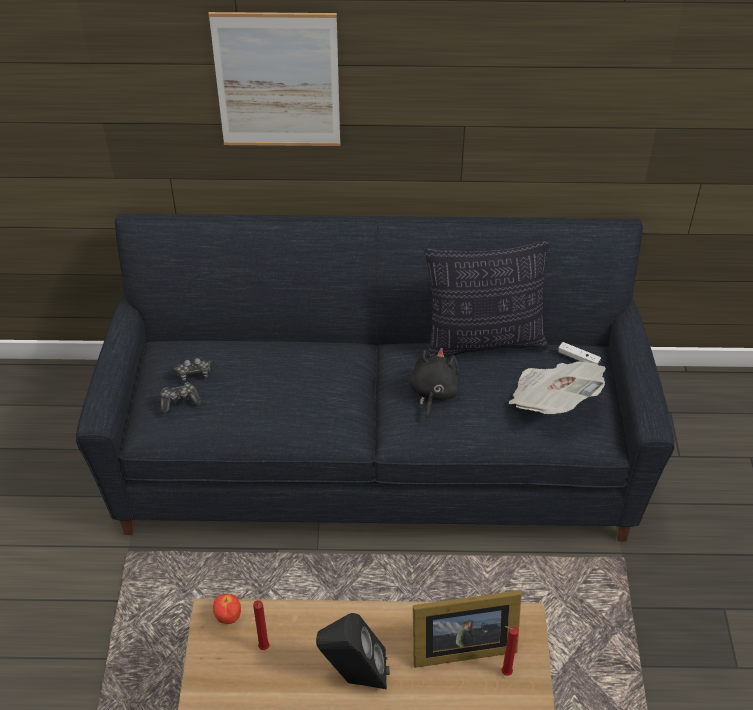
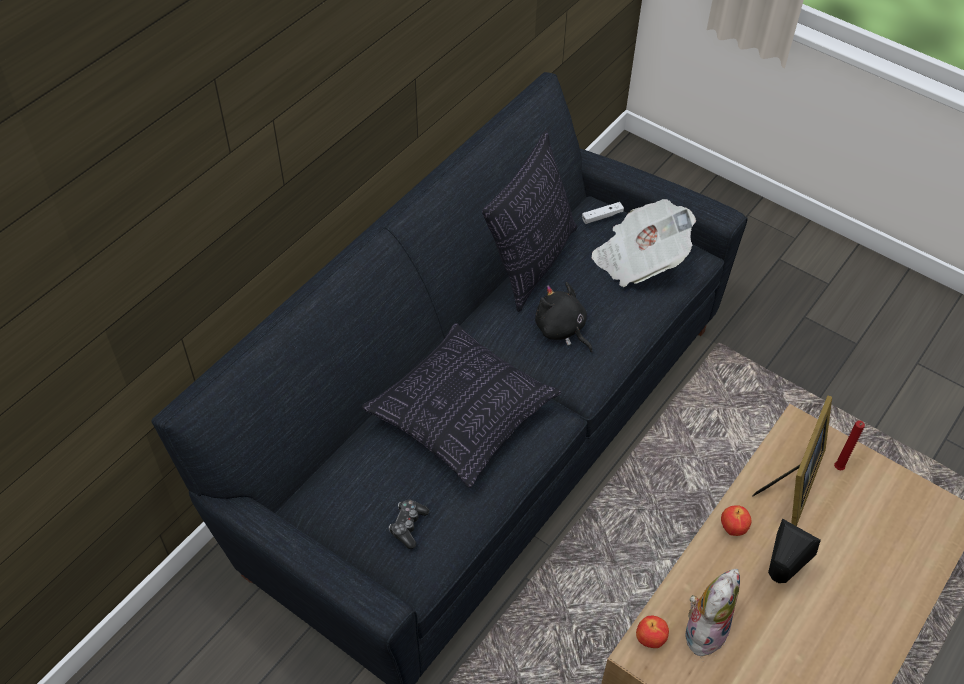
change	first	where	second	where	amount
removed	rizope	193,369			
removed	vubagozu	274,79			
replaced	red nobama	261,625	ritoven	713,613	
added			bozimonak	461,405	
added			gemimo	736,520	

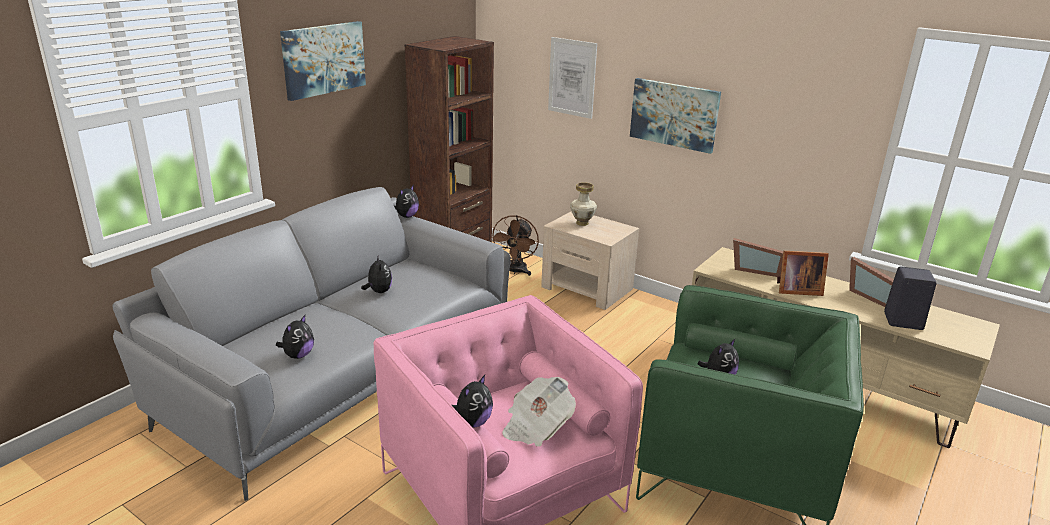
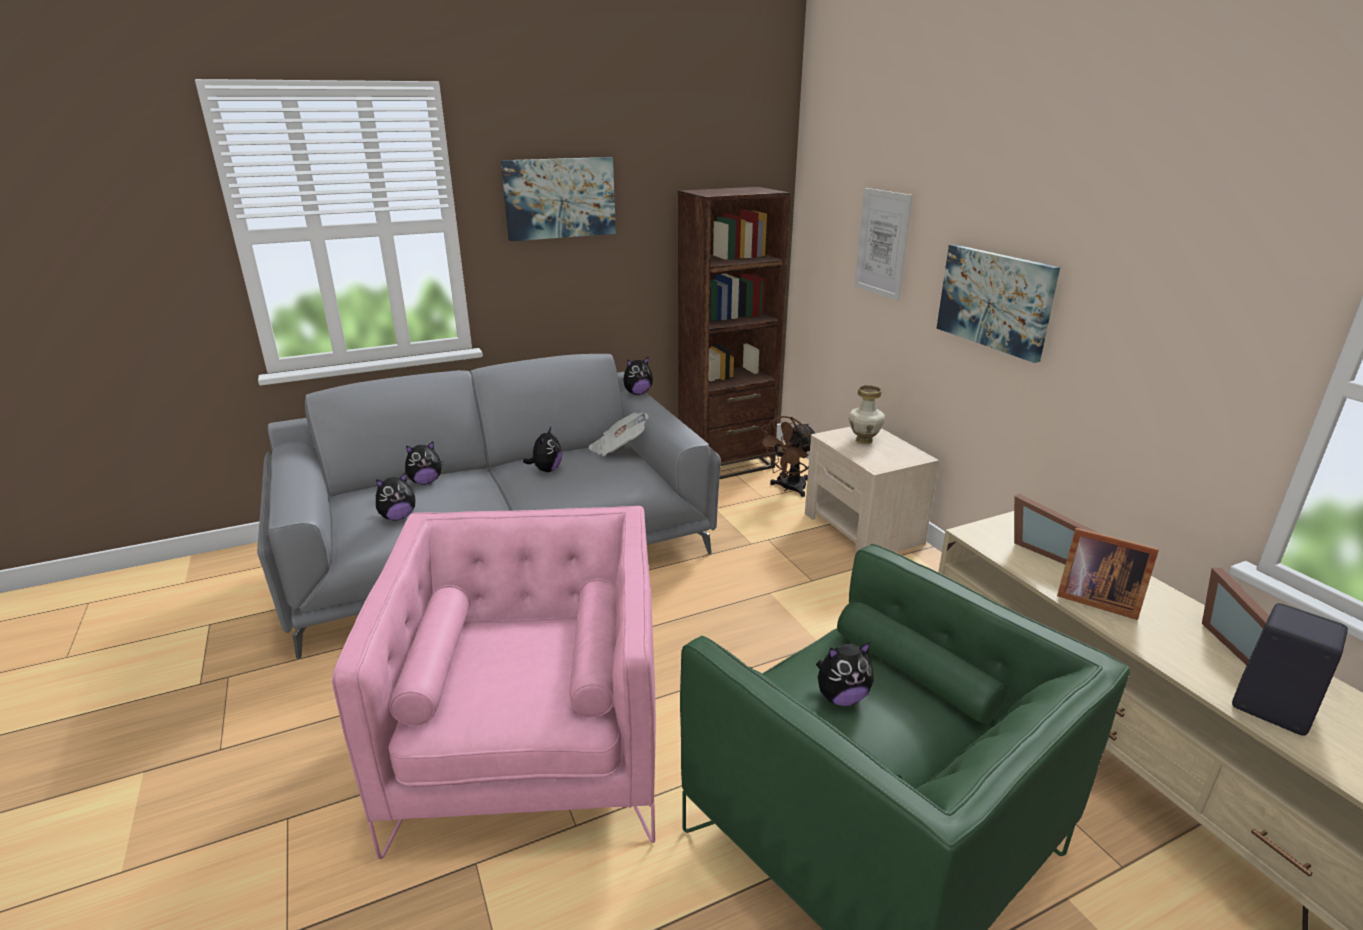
change	first	where	second	where	amount
moved	ritoven	472,401		424,463	
moved	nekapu	539,411		618,434	

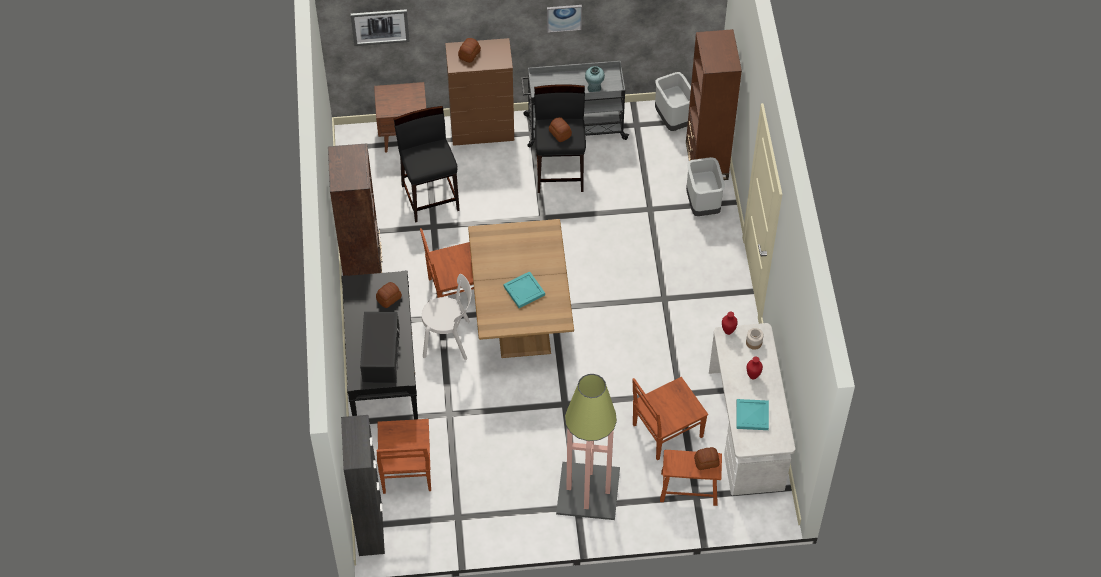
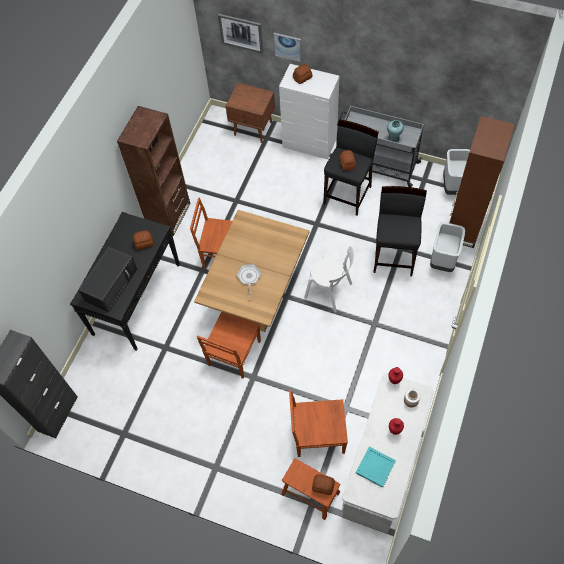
change	first	where	second	where	amount
moved	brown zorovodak	404,456		229,345	
moved	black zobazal	427,164		400,231	
moved	white zorovodak	446,317		329,279	
recoloured	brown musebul	479,92	white musebul	309,111	
replaced	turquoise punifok	524,289	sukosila	249,281	
moved	vubagozu	564,19		287,47	
removed	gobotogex	588,447			

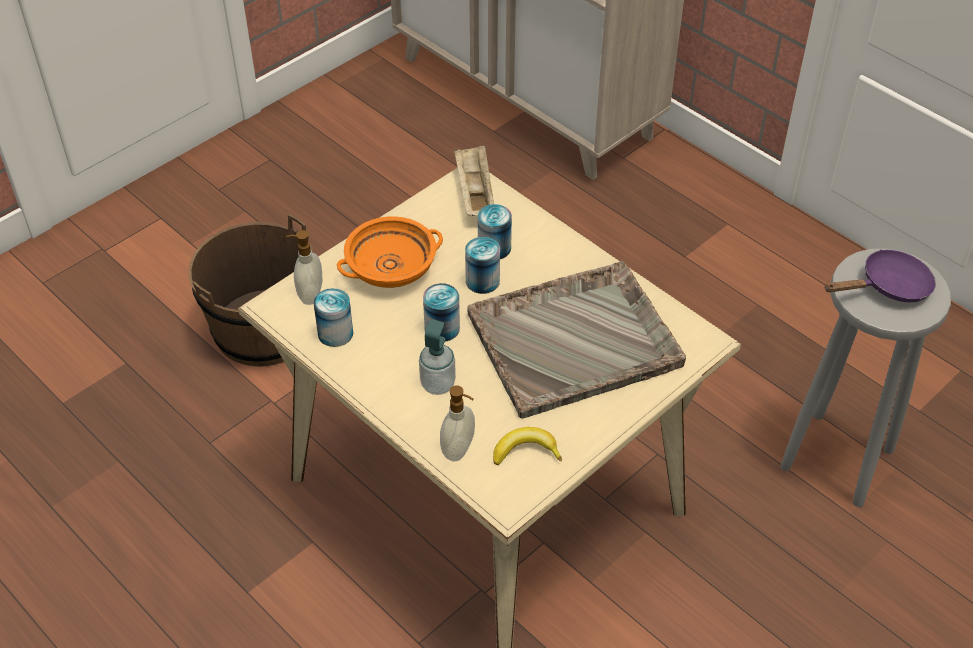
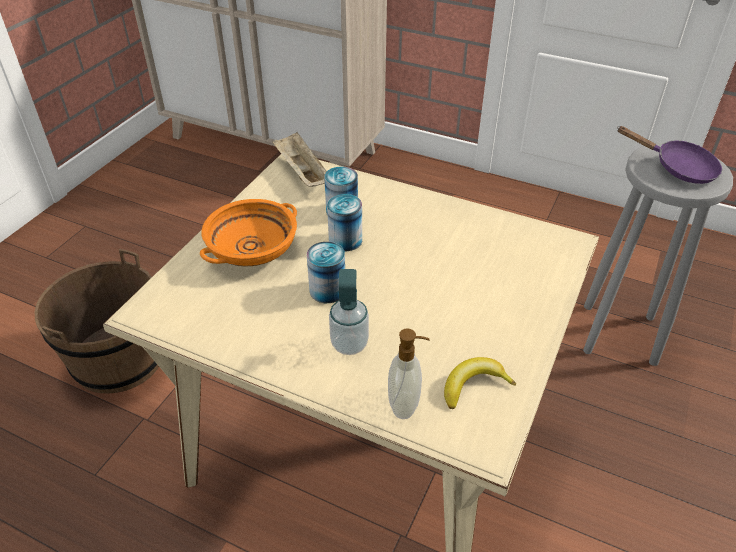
change	first	where	second	where	amount
removed	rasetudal	304,267			
removed	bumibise	333,317			
removed	grey punifok	576,340			
turned	purple sukosila	880,275		670,155	75 degrees clockwise

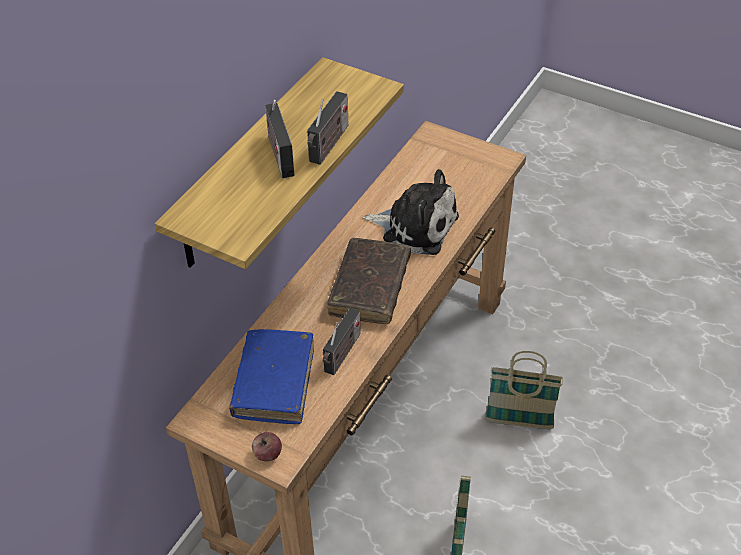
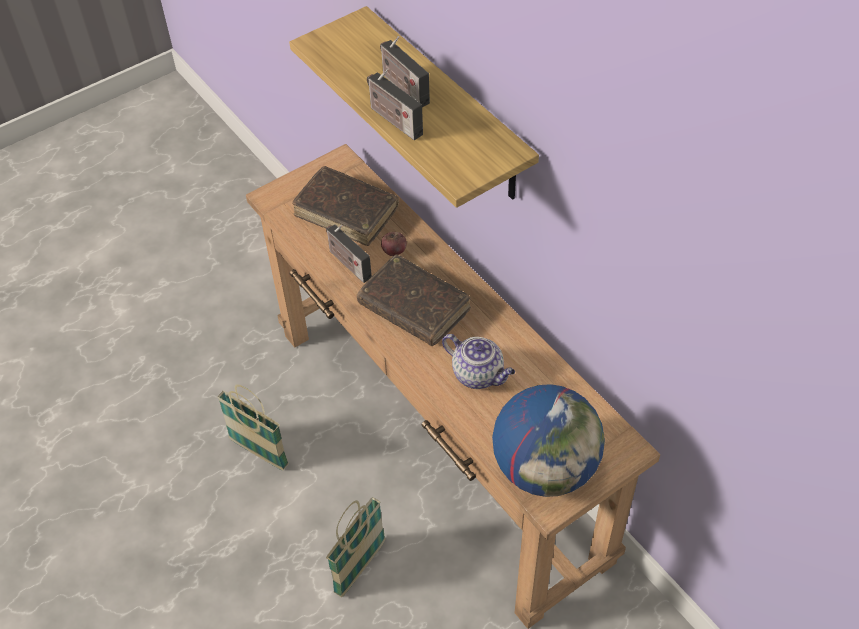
change	first	where	second	where	amount
recoloured	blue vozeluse	271,376	brown vozeluse	345,206	
moved	gemimo	267,446		394,244	
turned	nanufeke	280,139		405,71	135 degrees counterclockwise
replaced	ritoven	411,212	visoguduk	478,361	
added			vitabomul	548,440	

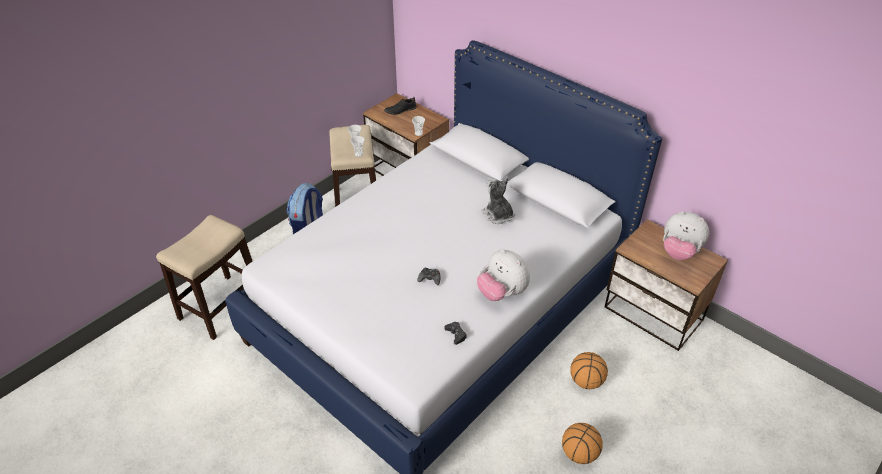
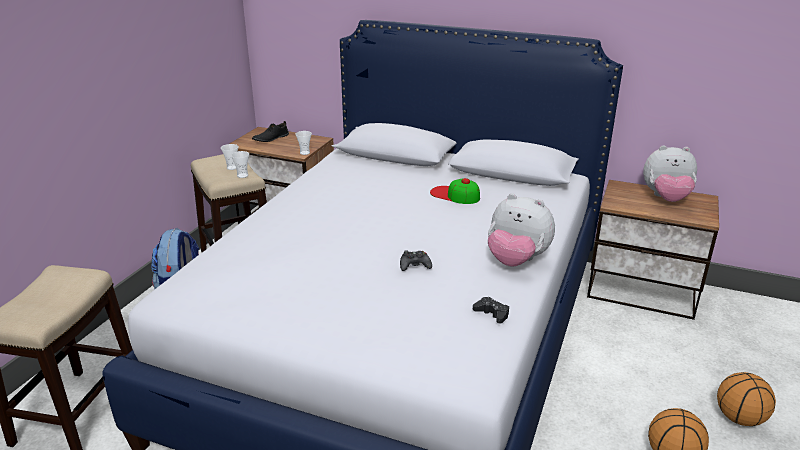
change	first	where	second	where	amount
replaced	ritoven	498,201	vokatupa	455,191	
moved	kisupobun	589,370		746,399	

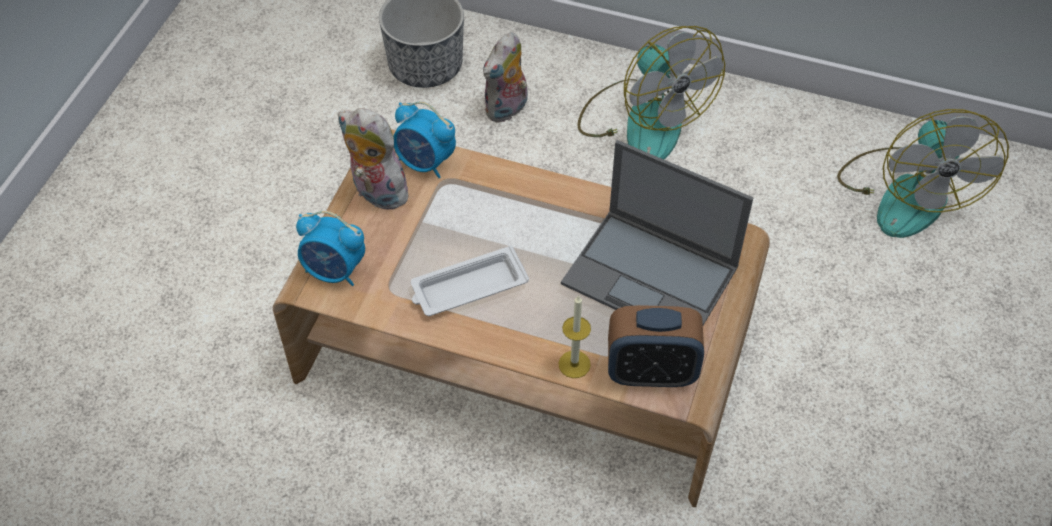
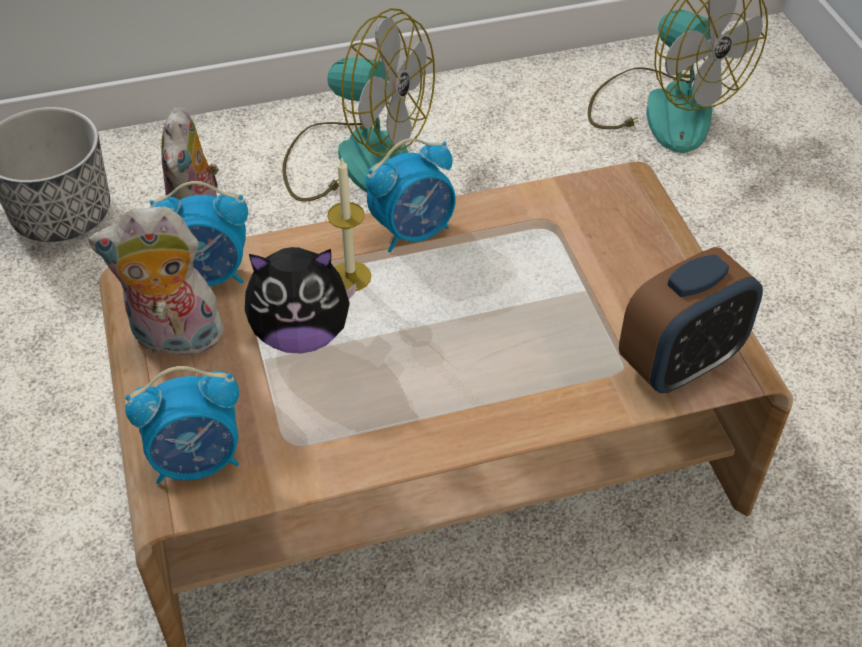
change	first	where	second	where	amount
removed	white punifok	470,281			
moved	nobama	574,336		349,224	
removed	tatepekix	657,232			
added			ritoven	301,300	
added			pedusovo	410,195	

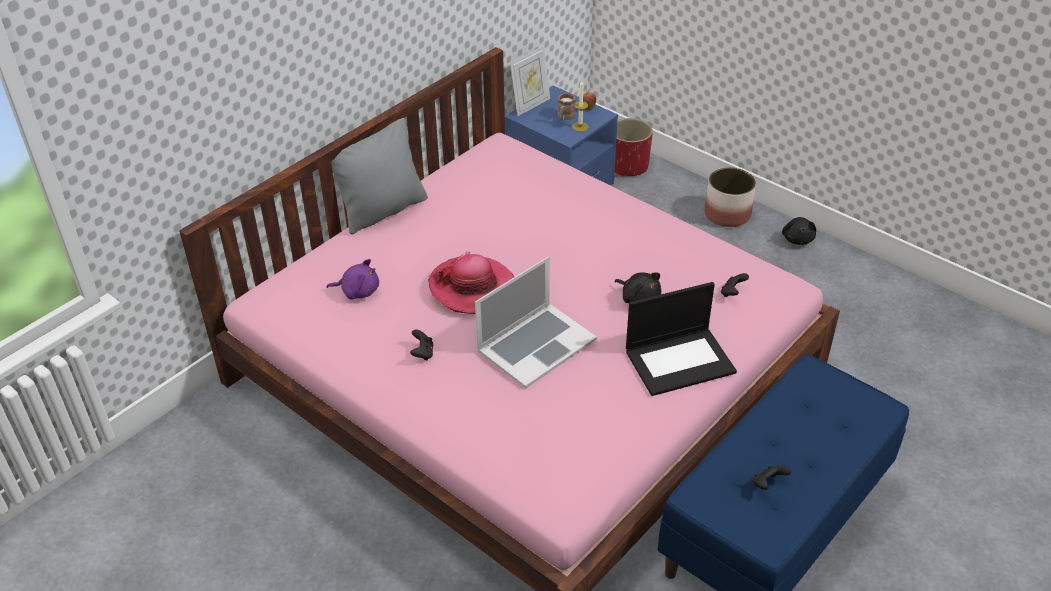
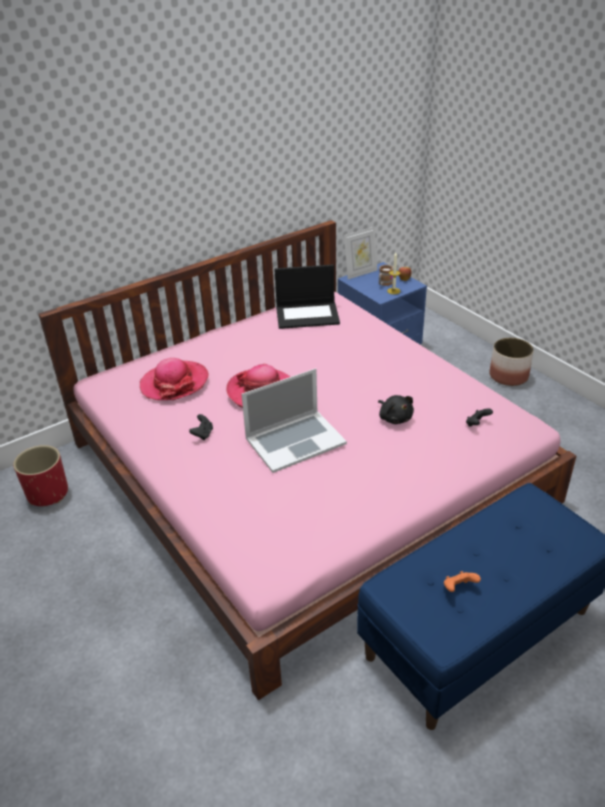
change	first	where	second	where	amount
replaced	purple ritoven	352,279	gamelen	174,379	
removed	grey bozimonak	379,176			
moved	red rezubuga	634,147		40,475	
moved	tatepekix	681,339		307,296	
recoloured	black rizope	772,478	orange rizope	462,581	
removed	black ritoven	799,231			

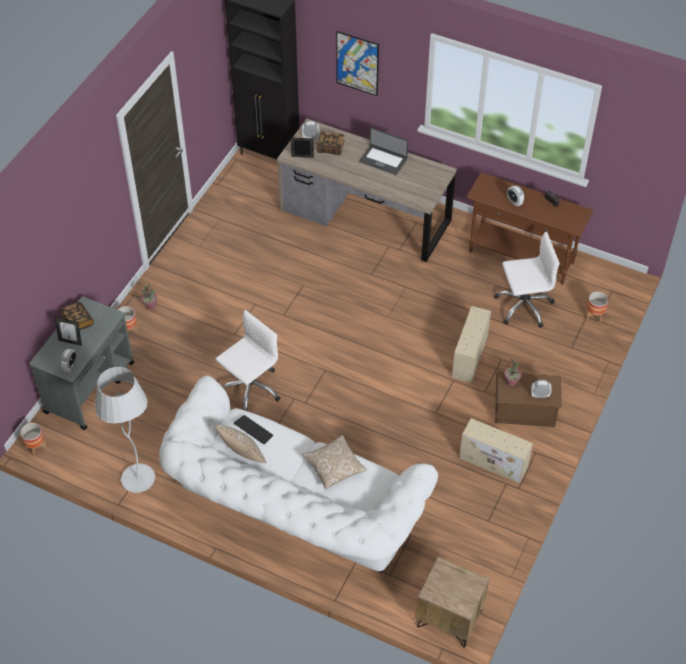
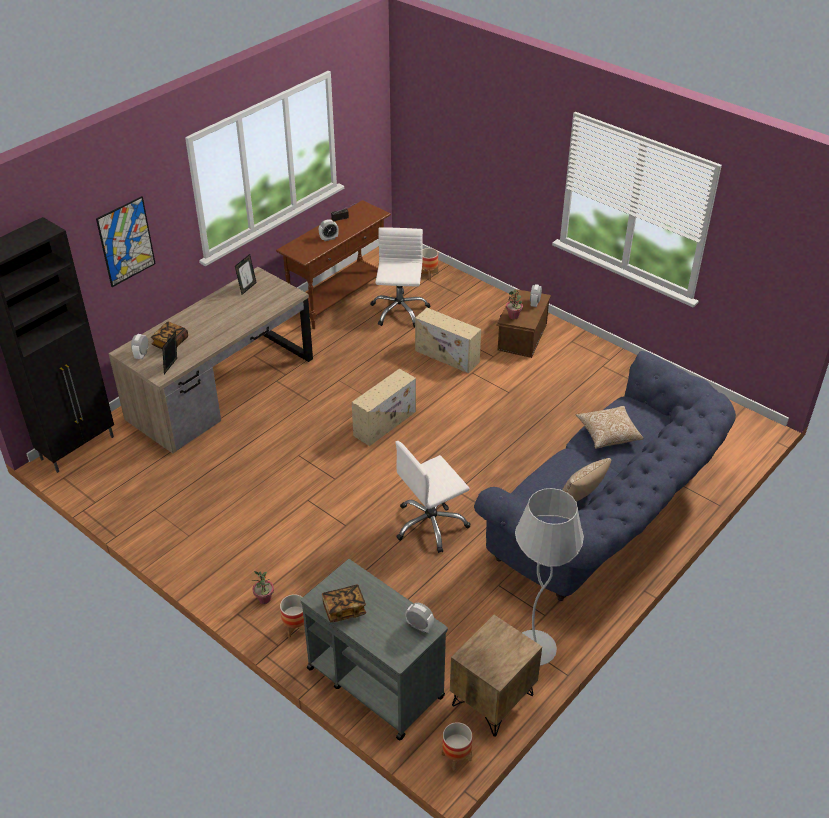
change	first	where	second	where	amount
moved	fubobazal	68,331		246,274	
recoloured	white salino	298,474	blue salino	605,476	
turned	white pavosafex	248,360		432,497	90 degrees counterclockwise
removed	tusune	253,429			
removed	tatepekix	383,151			
moved	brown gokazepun	452,602		496,676	
moved	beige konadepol	496,450		384,407	

